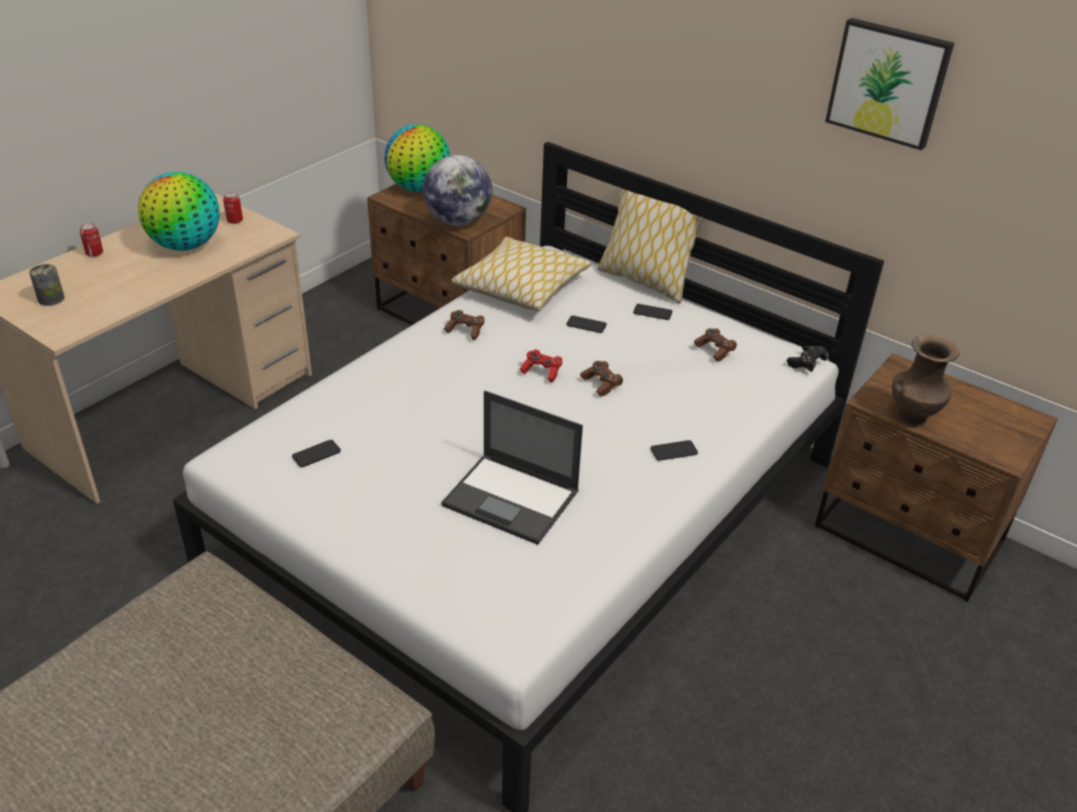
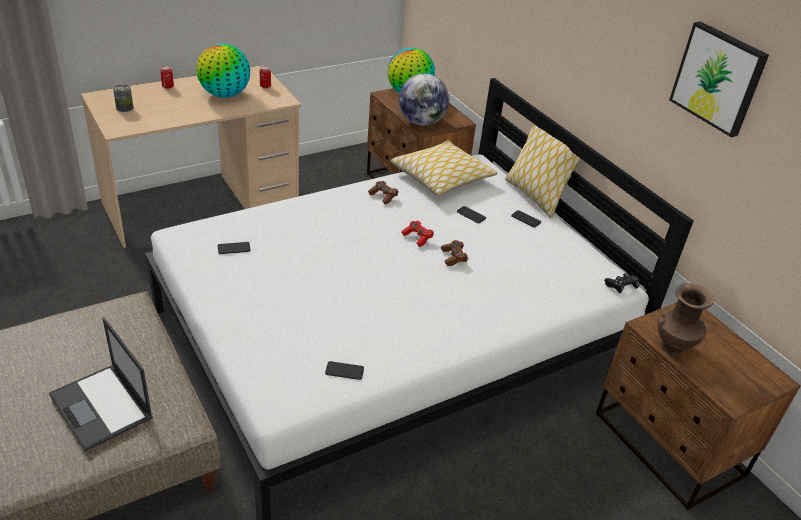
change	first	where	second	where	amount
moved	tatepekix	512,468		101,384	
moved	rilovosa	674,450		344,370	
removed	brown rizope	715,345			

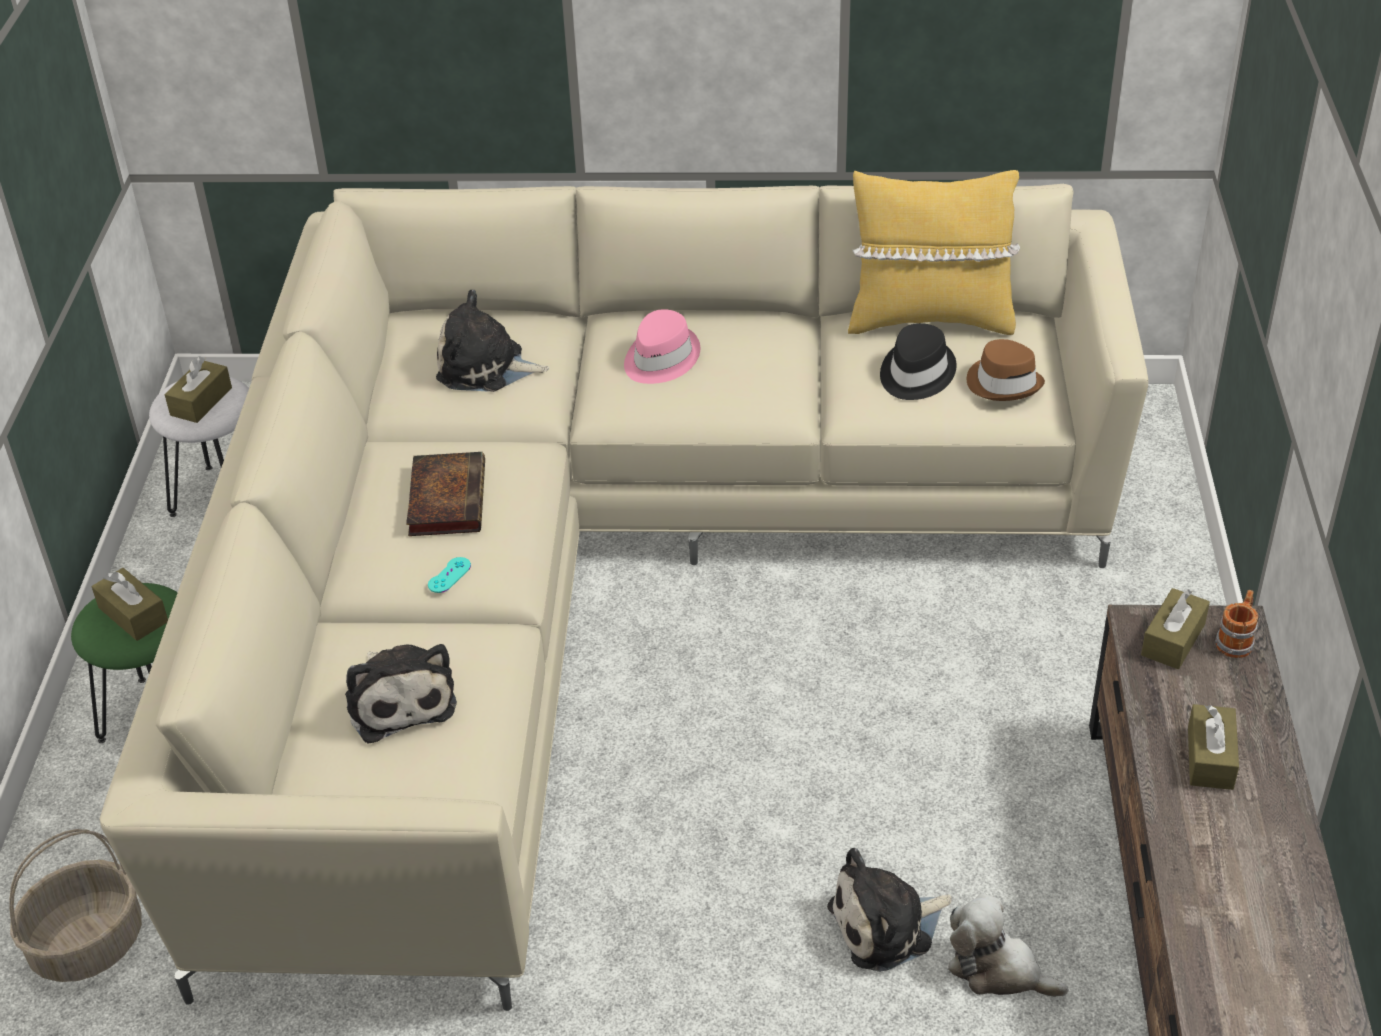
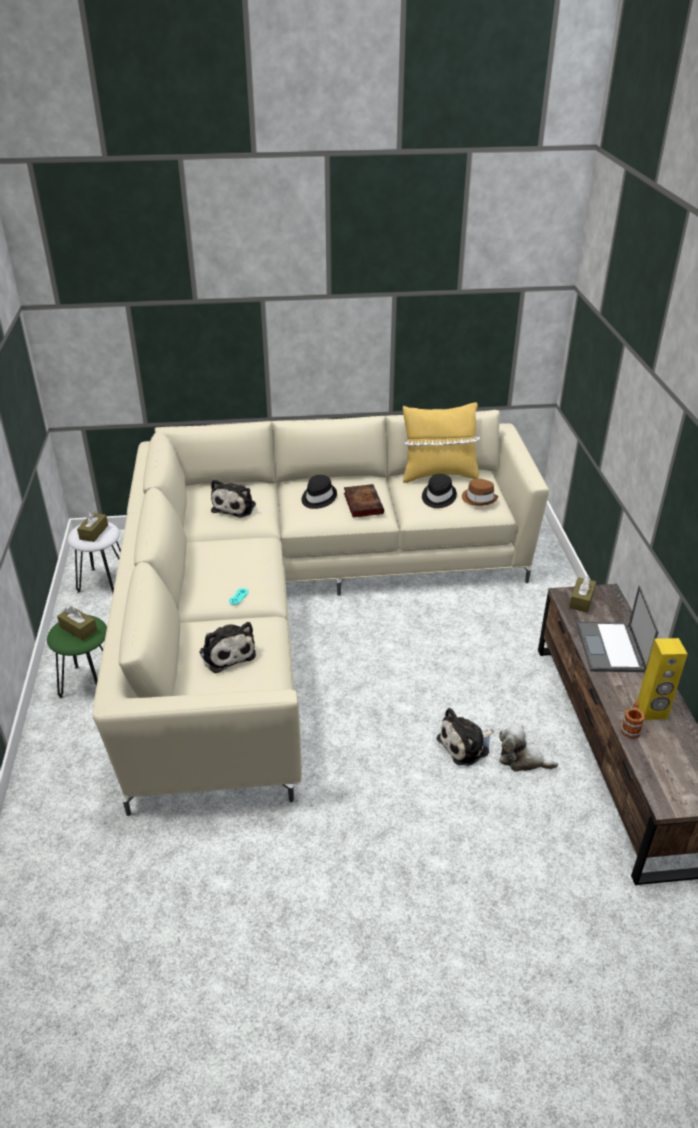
change	first	where	second	where	amount
removed	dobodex	75,905			
moved	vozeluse	445,494		364,501	
turned	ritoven	492,341		233,498	75 degrees counterclockwise
recoloured	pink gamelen	662,346	black gamelen	319,492	
replaced	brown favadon	1213,747	tatepekix	618,628	
moved	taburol	1236,624		633,719	
added			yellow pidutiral	662,679	

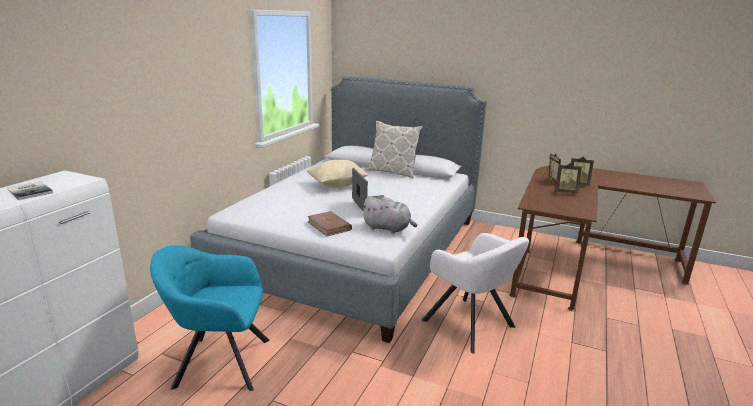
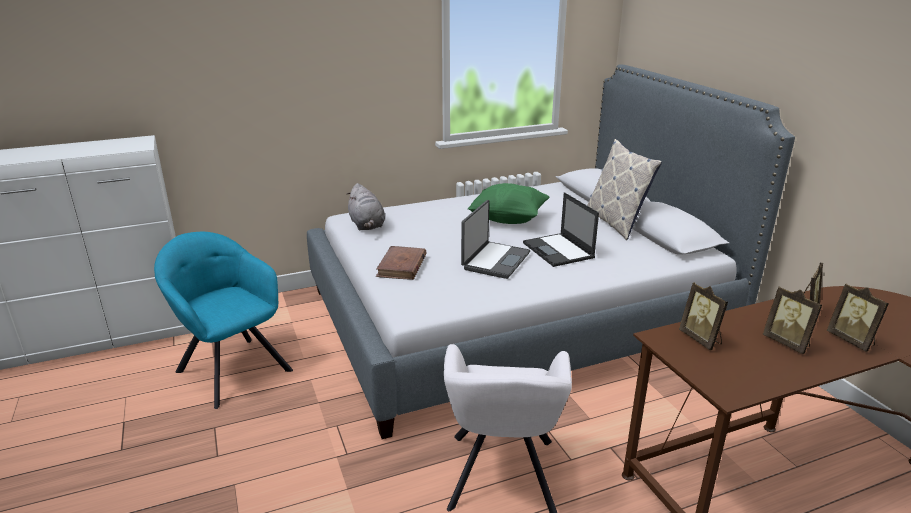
change	first	where	second	where	amount
removed	vozeluse	30,191			
recoloured	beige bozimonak	337,174	green bozimonak	508,203	
moved	grey ritoven	389,214		365,206	
added			tatepekix	561,229	
added			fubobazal	703,316	

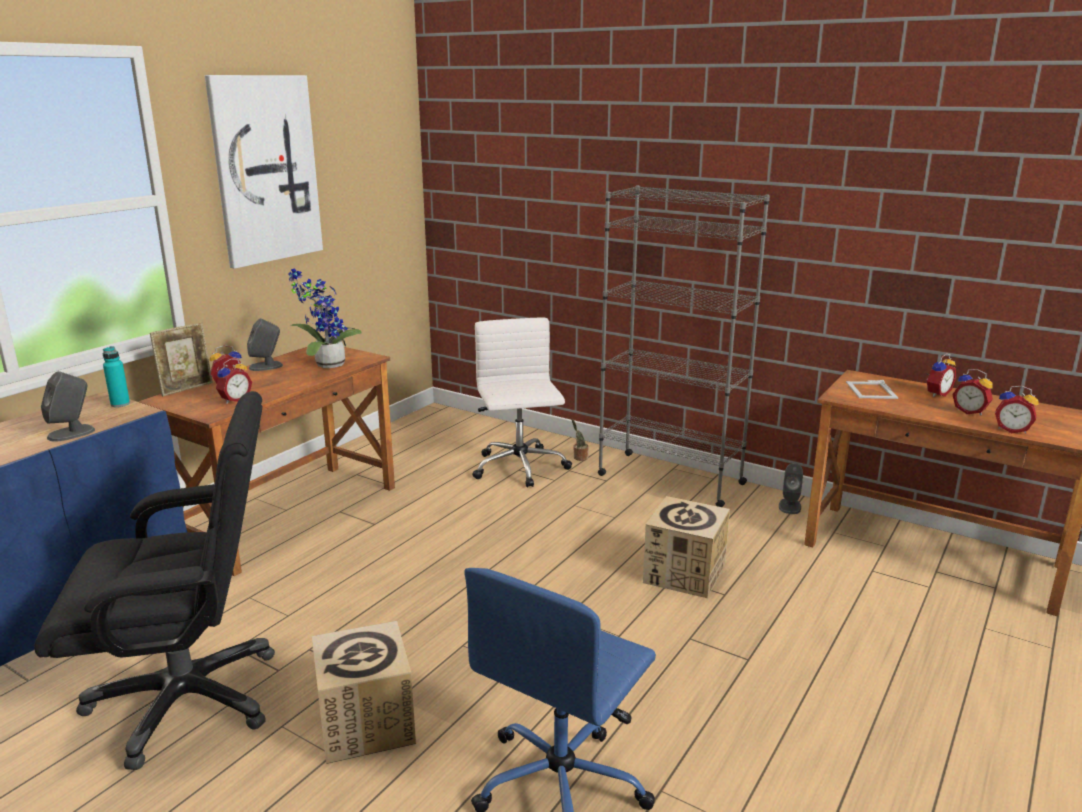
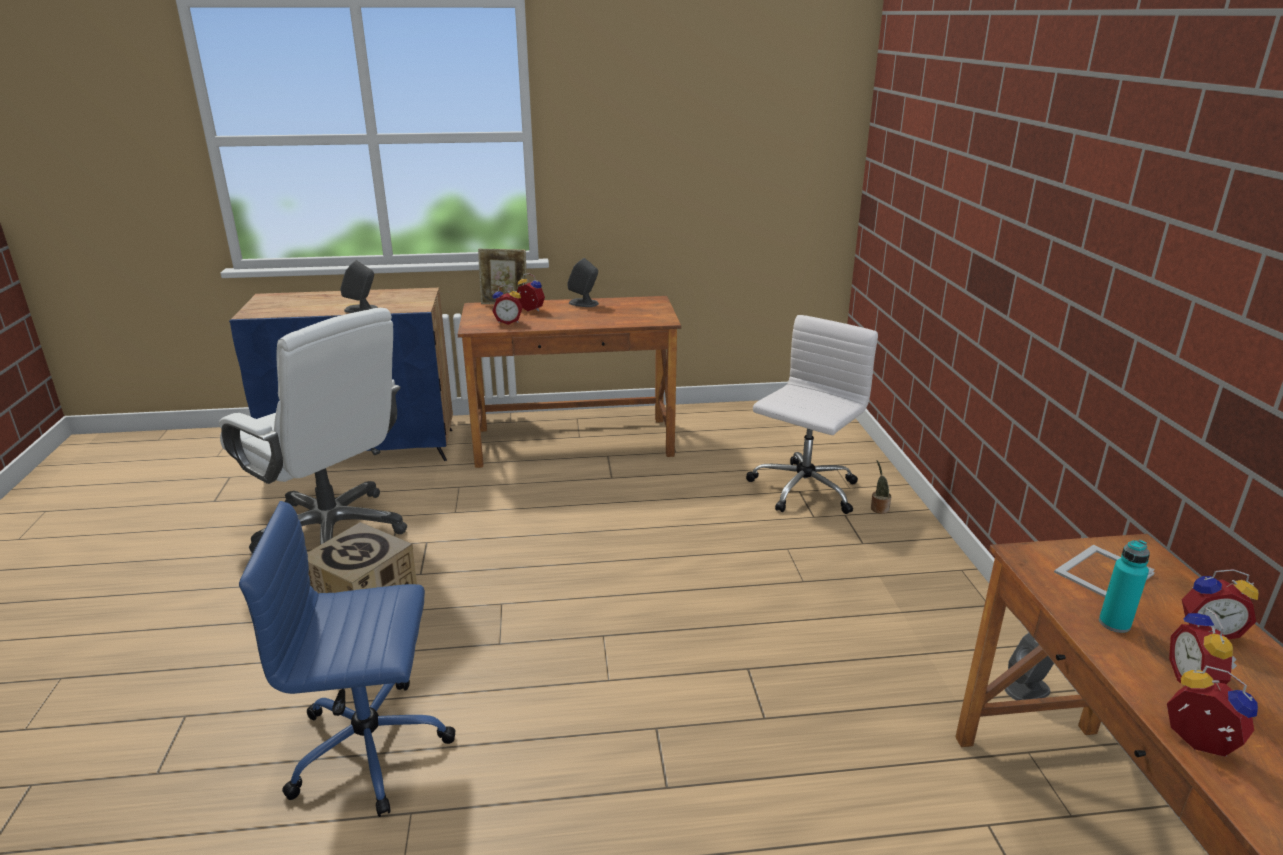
change	first	where	second	where	amount
recoloured	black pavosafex	154,580	white pavosafex	313,431	
moved	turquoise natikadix	116,376		1124,586	
removed	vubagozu	264,172			
removed	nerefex	325,318			
removed	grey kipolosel	684,346			
removed	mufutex	686,547			
turned	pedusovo	1016,409		1212,711	150 degrees clockwise

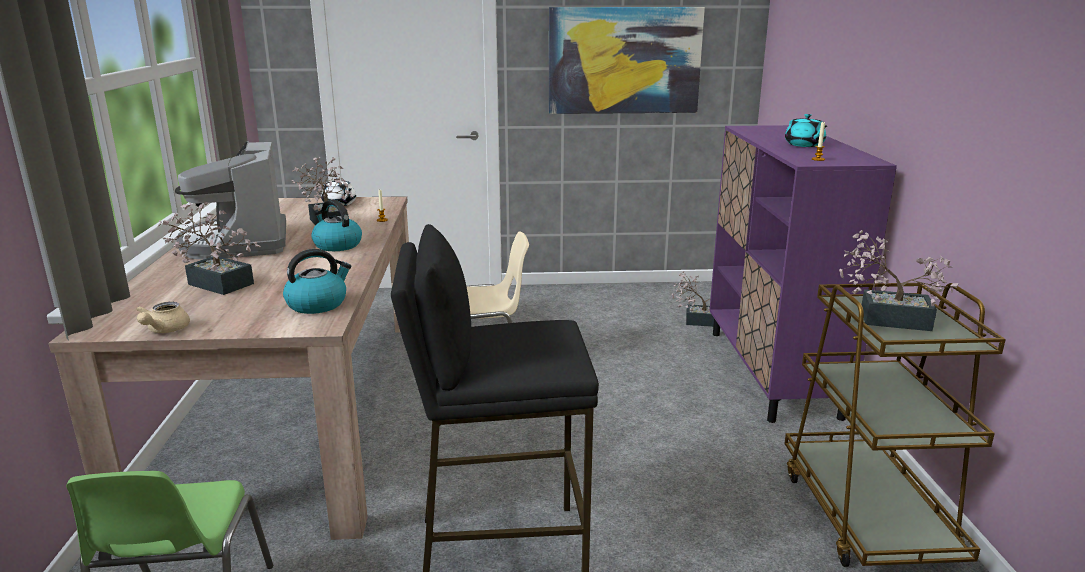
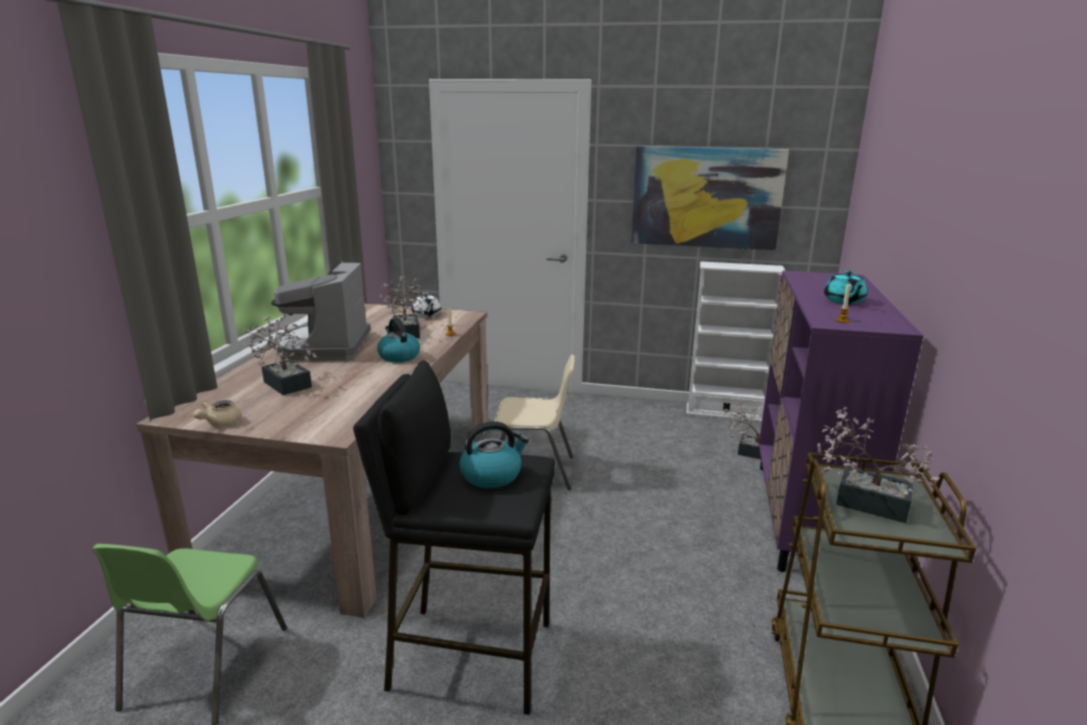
change	first	where	second	where	amount
moved	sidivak	317,281		494,454	
added			white kipolosel	736,341	

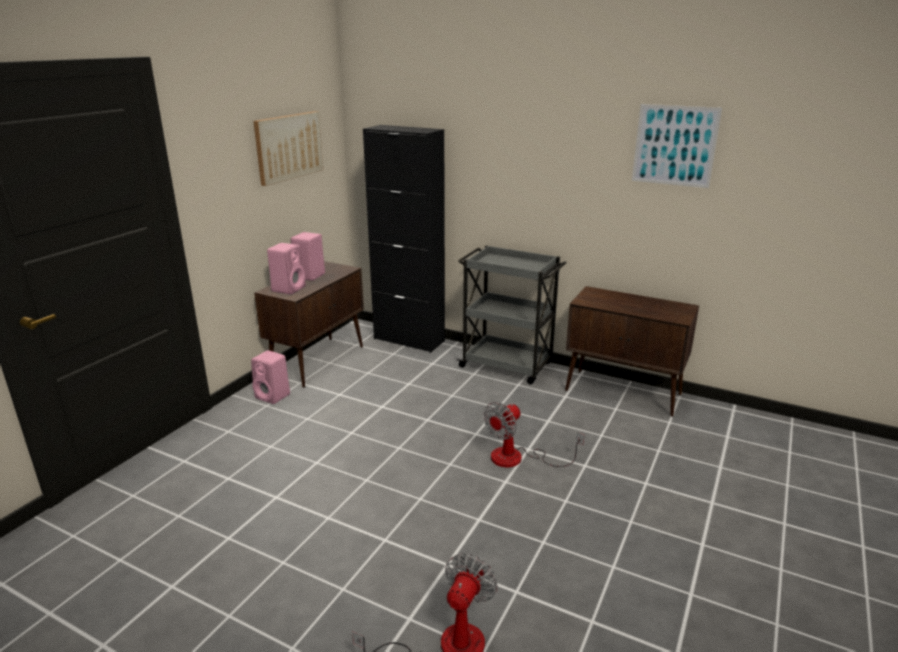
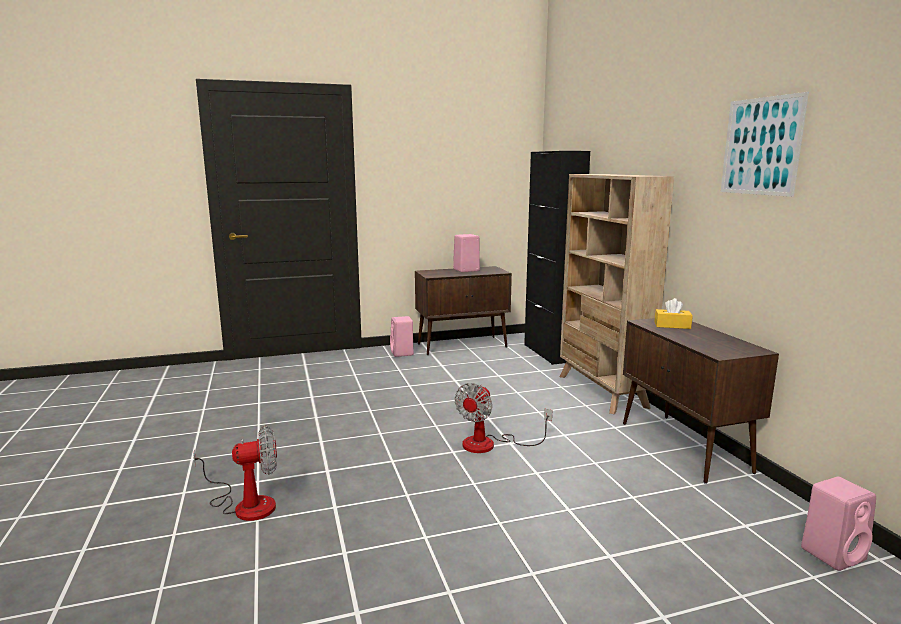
change	first	where	second	where	amount
removed	vubagozu	288,148			
moved	pink pidutiral	286,268		838,524	
replaced	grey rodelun	511,314	beige kipolosel	617,294	
turned	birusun	534,434		503,418	60 degrees counterclockwise
added			yellow favadon	673,313	

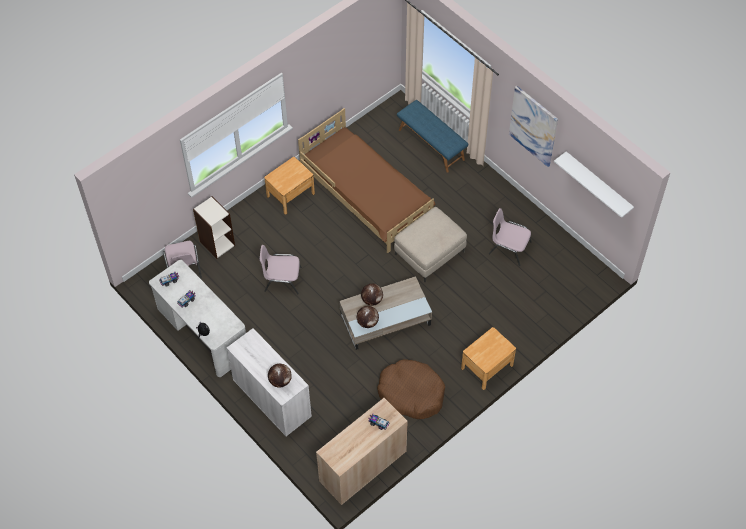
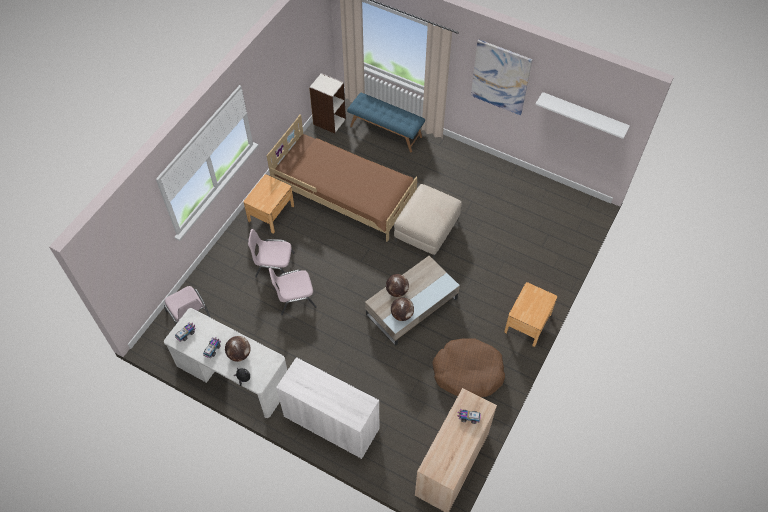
change	first	where	second	where	amount
moved	kipolosel	214,227		327,103	
moved	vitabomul	280,376		238,349	
moved	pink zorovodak	510,237		271,253	

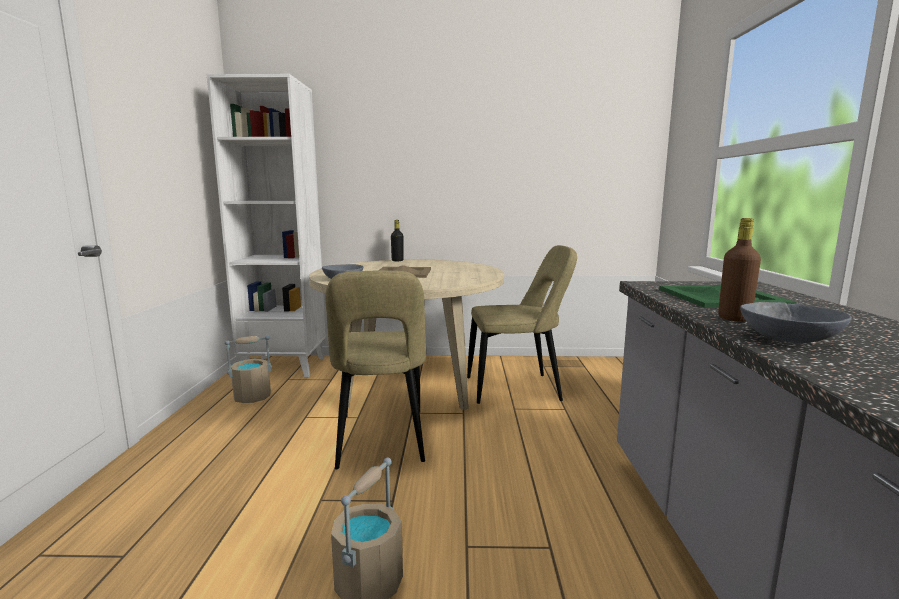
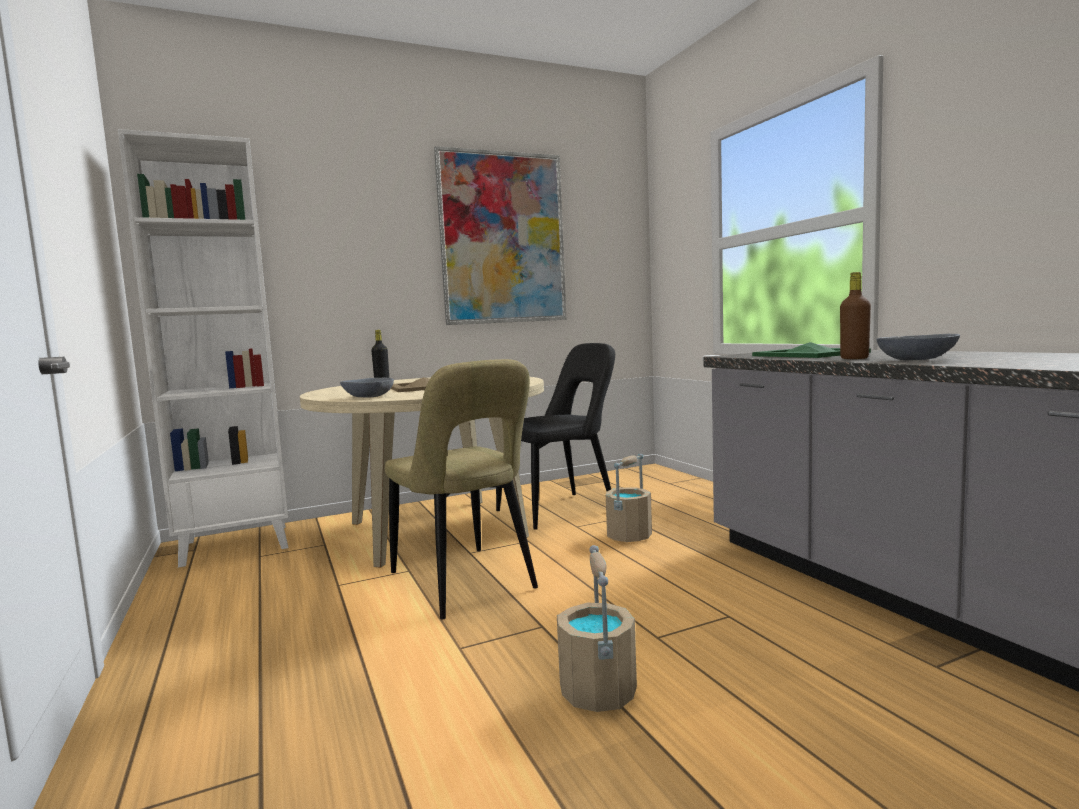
change	first	where	second	where	amount
moved	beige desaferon	248,369		629,498	
recoloured	beige zorovodak	522,324	black zorovodak	555,436	
added			vubagozu	500,235	

